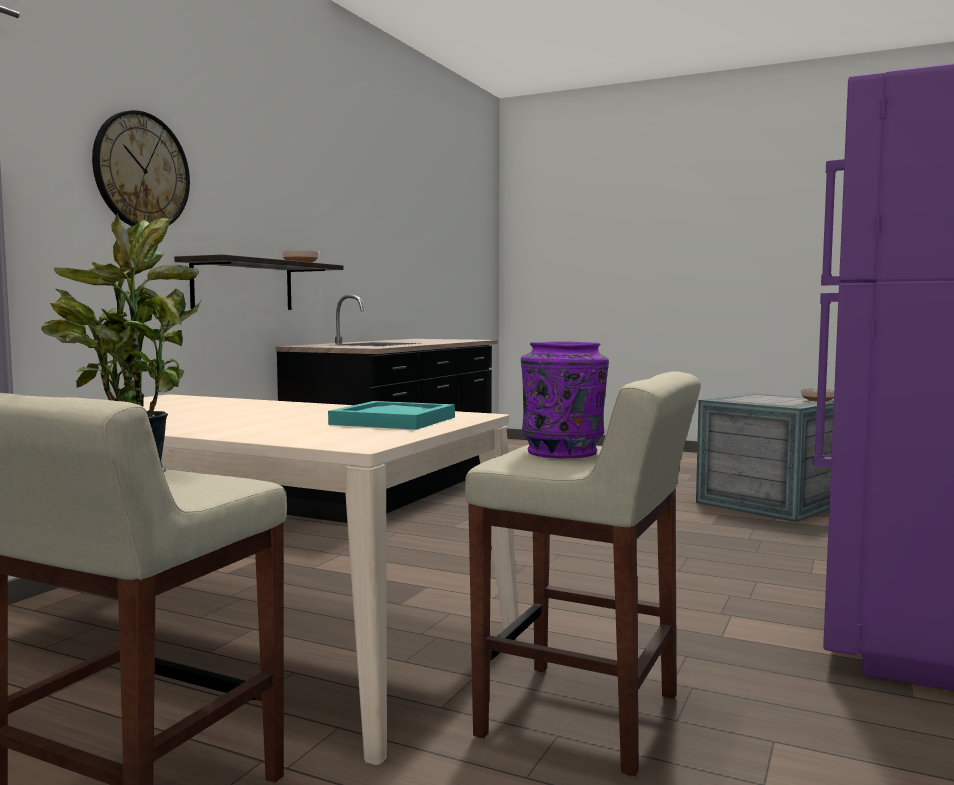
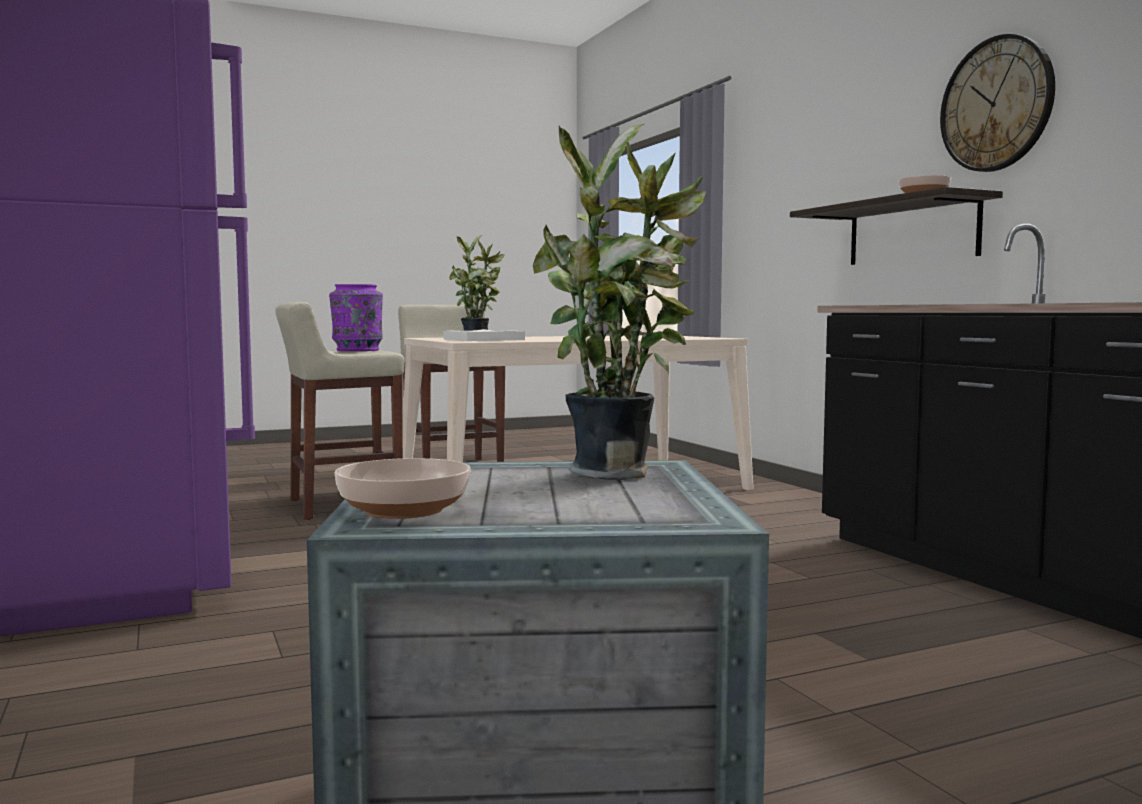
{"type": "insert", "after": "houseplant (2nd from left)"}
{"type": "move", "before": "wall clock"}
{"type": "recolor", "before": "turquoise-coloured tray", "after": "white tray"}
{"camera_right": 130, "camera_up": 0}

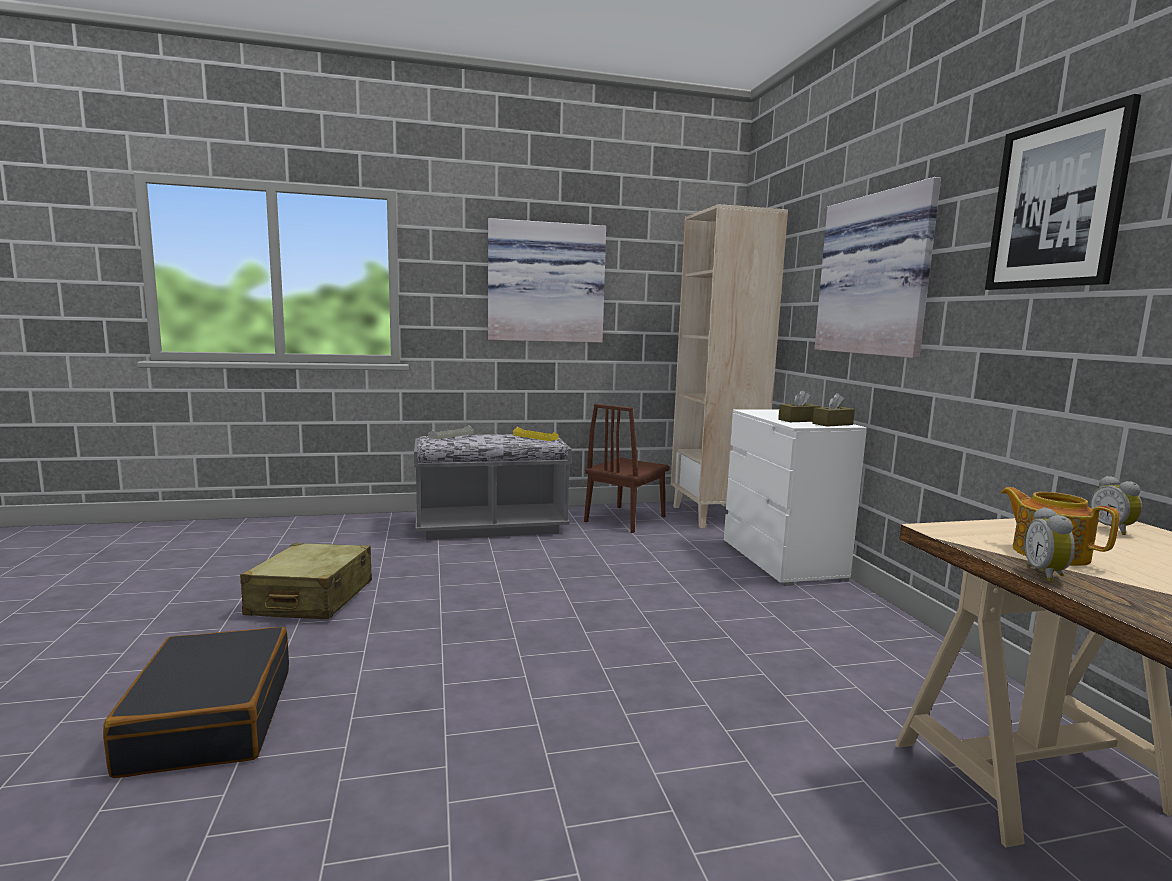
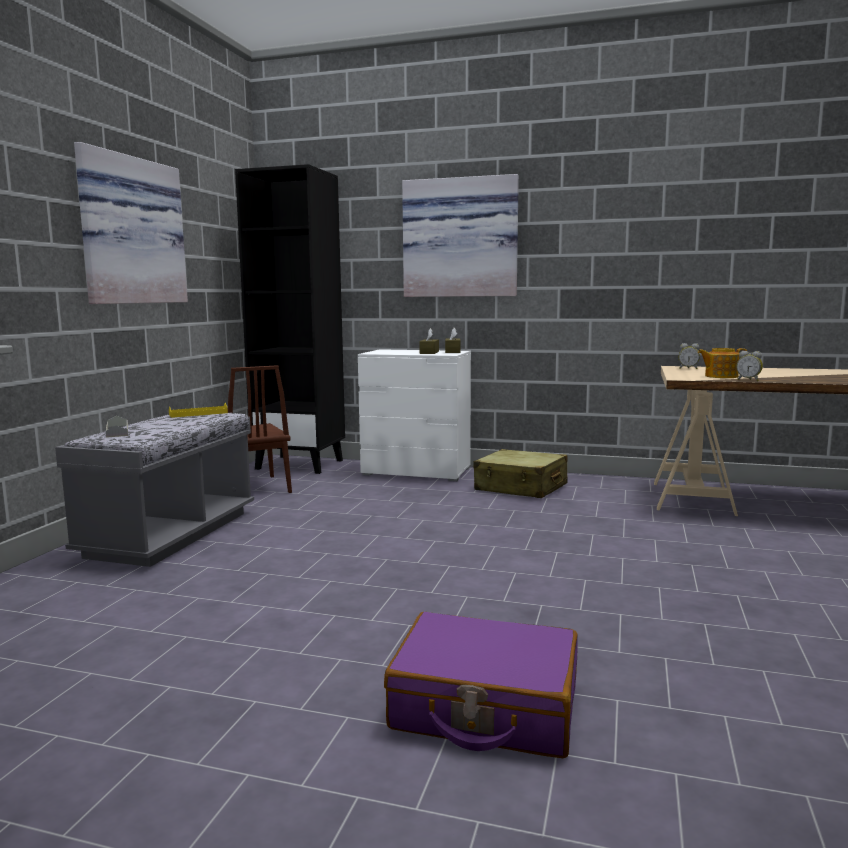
{"type": "delete", "before": "wall picture (3rd from left)"}
{"type": "move", "before": "sand-coloured suitcase"}
{"type": "recolor", "before": "blackish suitcase", "after": "purple suitcase"}
{"type": "recolor", "before": "sand-coloured bookcase", "after": "blackish bookcase"}
{"camera_right": -60, "camera_up": 0}

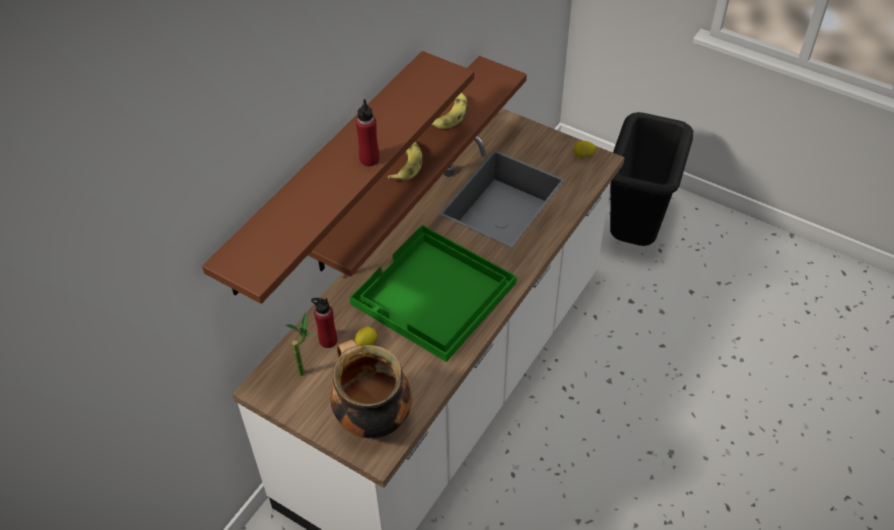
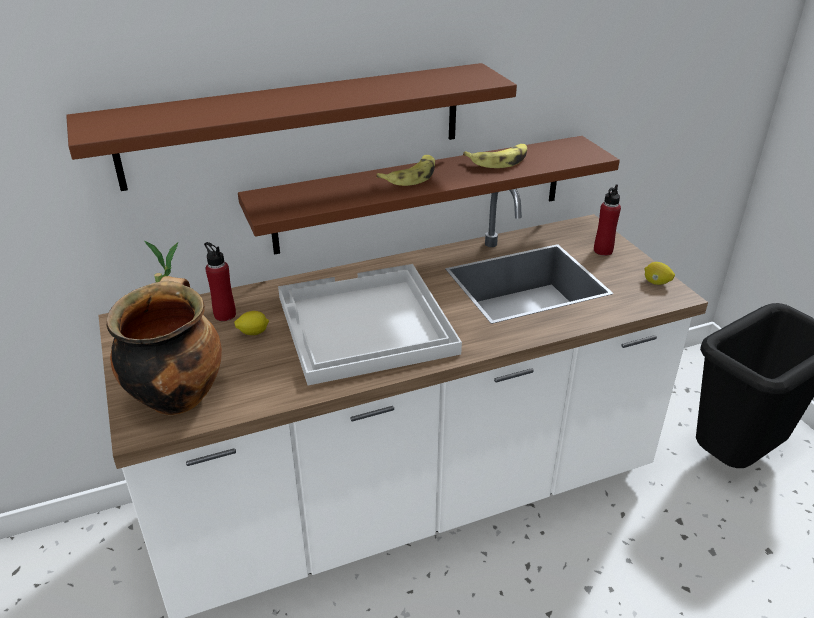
{"type": "move", "before": "reddish bottle (2nd from left)"}
{"type": "recolor", "before": "green tray", "after": "white tray"}
{"camera_right": 35, "camera_up": -15}

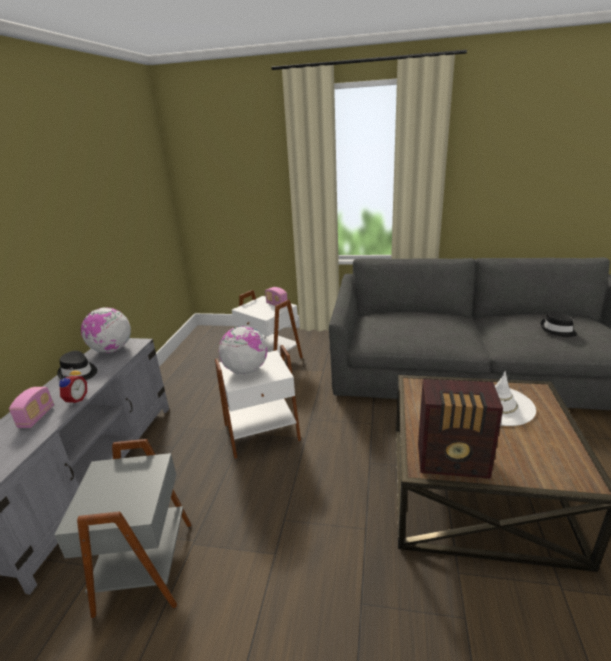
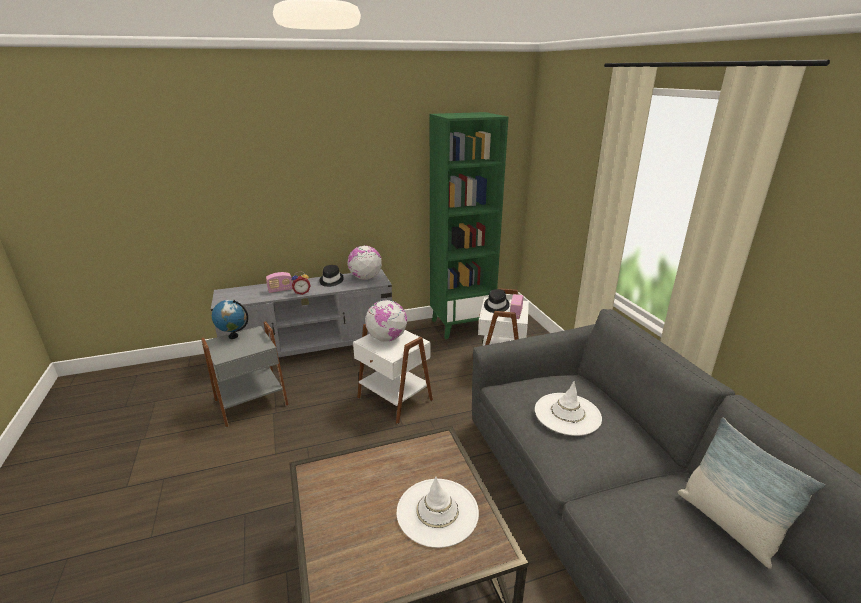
{"type": "delete", "before": "radio receiver (3rd from left)"}
{"type": "insert", "after": "globe (1st from left)"}
{"type": "insert", "after": "green bookcase"}
{"type": "insert", "after": "white clothing hat (2nd from left)"}
{"type": "insert", "after": "cushion"}
{"type": "move", "before": "blackish clothing hat (2nd from left)"}
{"camera_right": 60, "camera_up": 0}

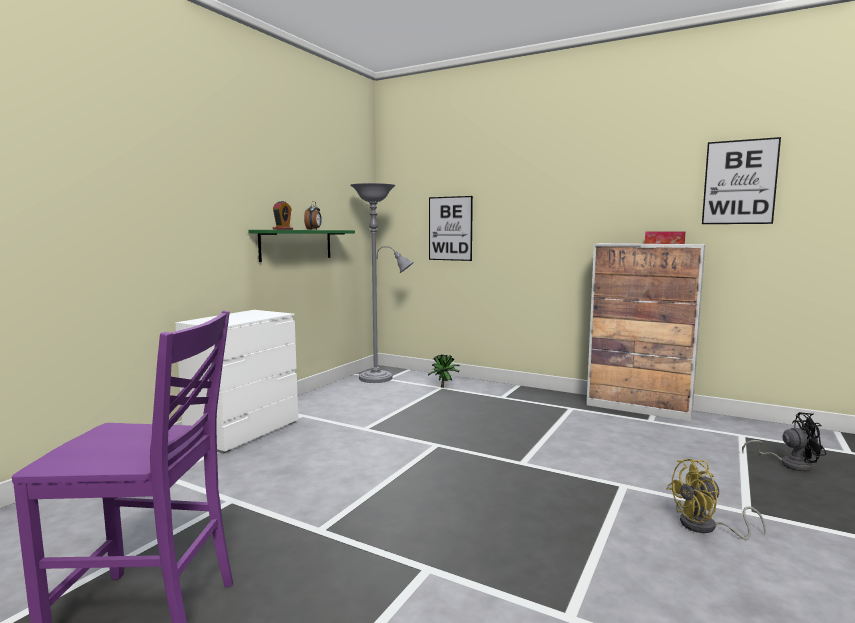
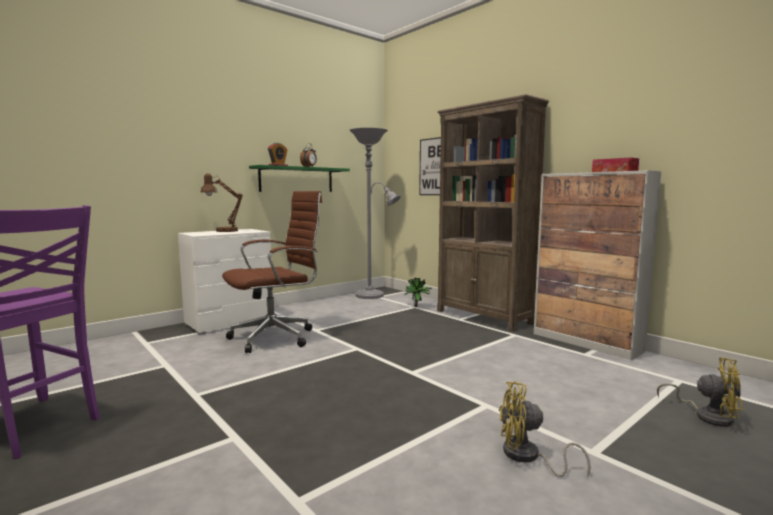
{"type": "delete", "before": "wall picture (2nd from left)"}
{"type": "insert", "after": "brown-coloured tabletop lamp"}
{"type": "insert", "after": "brown-coloured computer chair"}
{"type": "insert", "after": "brown-coloured bookcase"}
{"type": "recolor", "before": "blackish electric fan", "after": "yellowish electric fan (2nd from left)"}
{"camera_right": 20, "camera_up": 0}

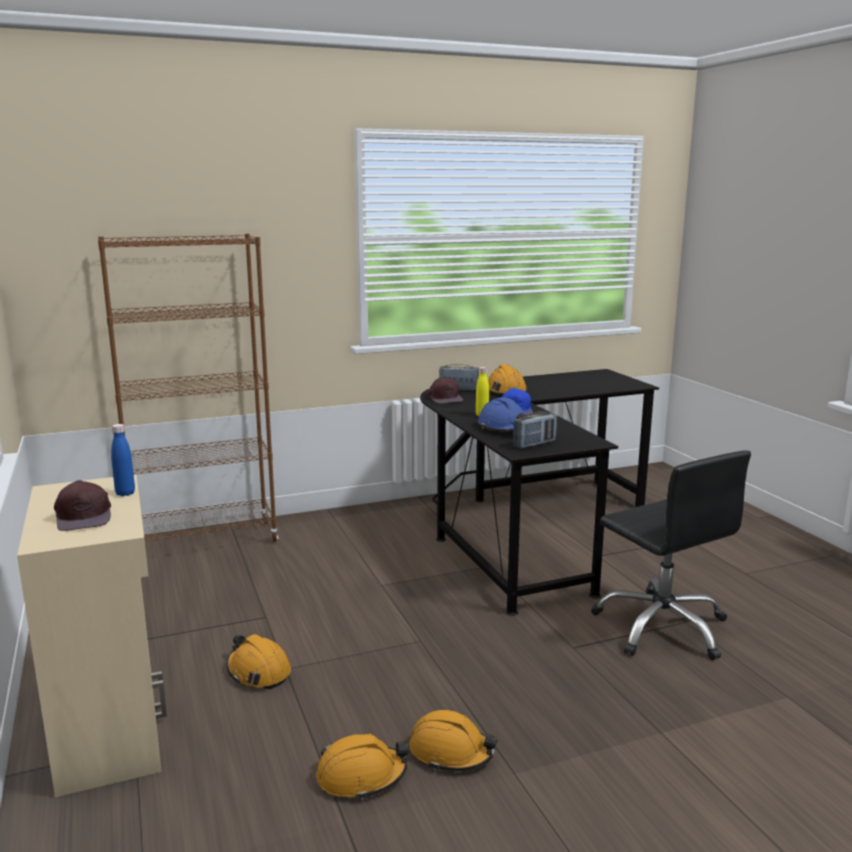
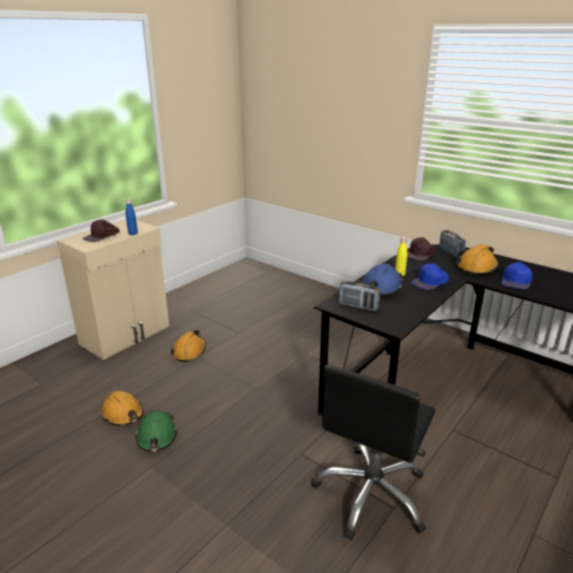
{"type": "delete", "before": "brown-coloured bookcase"}
{"type": "insert", "after": "blue-coloured baseball cap (2nd from left)"}
{"type": "recolor", "before": "orangey work helmet (3rd from left)", "after": "green work helmet"}
{"camera_right": 60, "camera_up": 10}

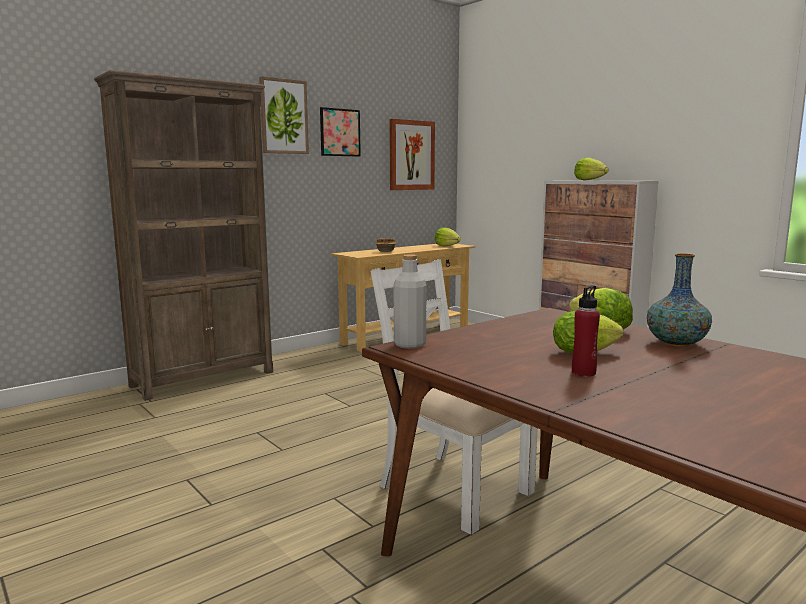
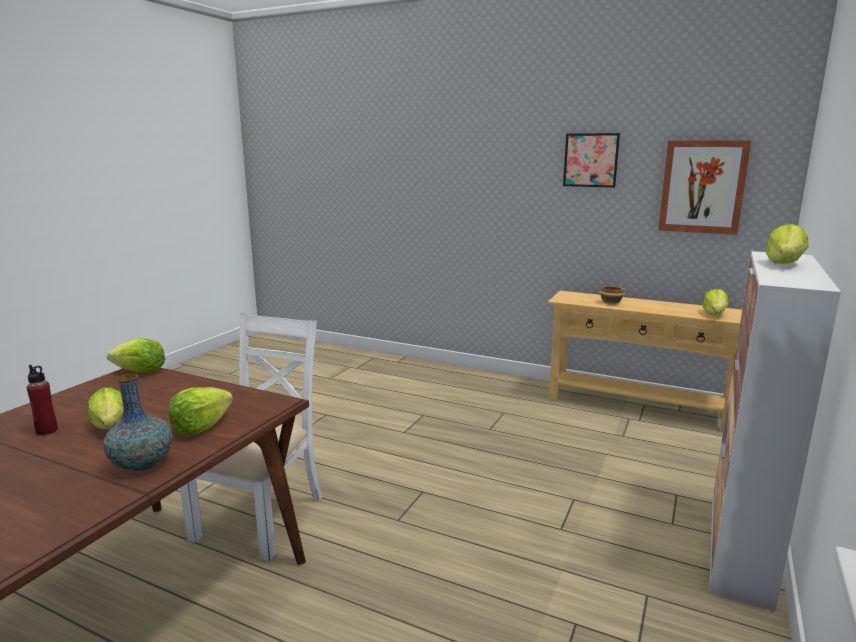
{"type": "delete", "before": "brown-coloured bookcase"}
{"type": "delete", "before": "wall picture (1st from left)"}
{"type": "replace", "before": "gray bottle", "after": "lettuce head (2nd from left)"}
{"camera_right": 65, "camera_up": 5}

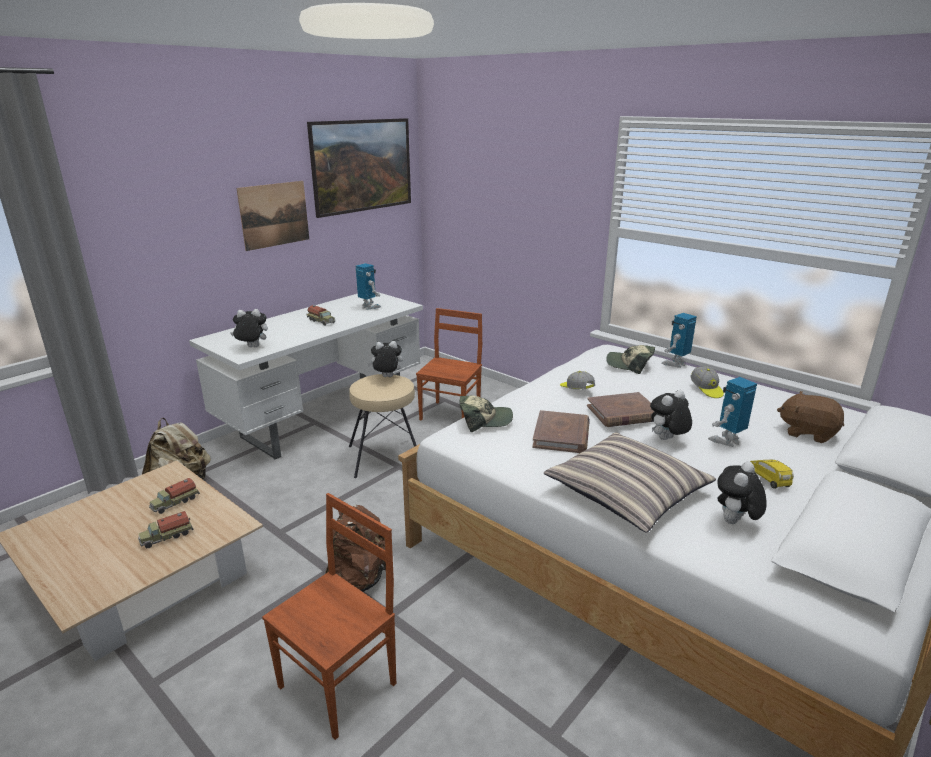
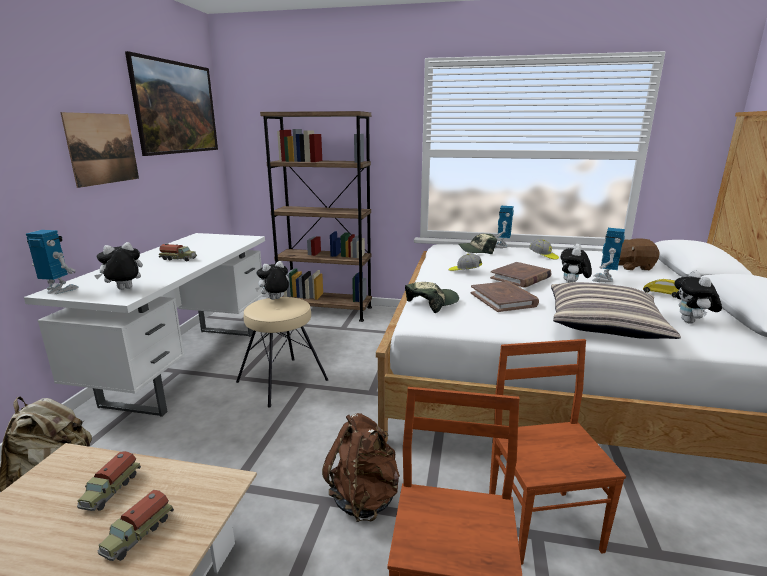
{"type": "insert", "after": "brown-coloured bookcase"}
{"type": "move", "before": "model robot (1st from left)"}
{"type": "move", "before": "brown-coloured chair (2nd from left)"}
{"camera_right": -30, "camera_up": -5}

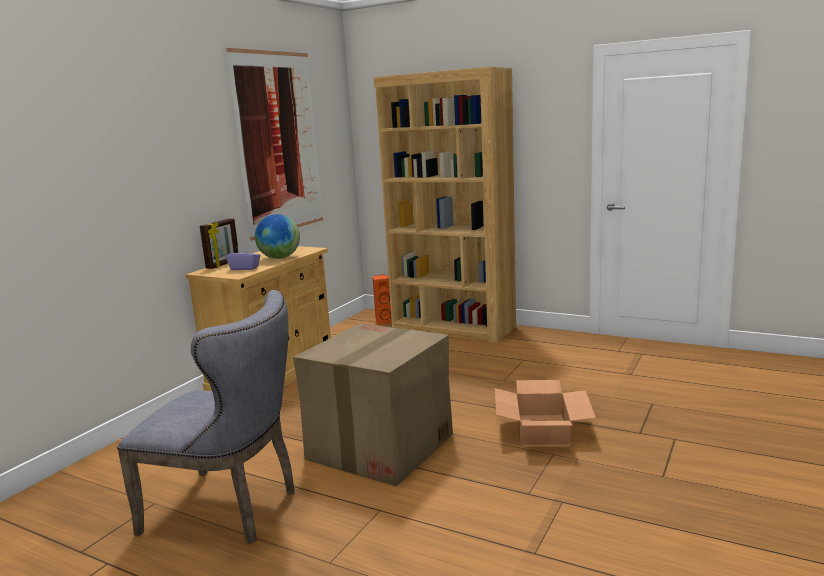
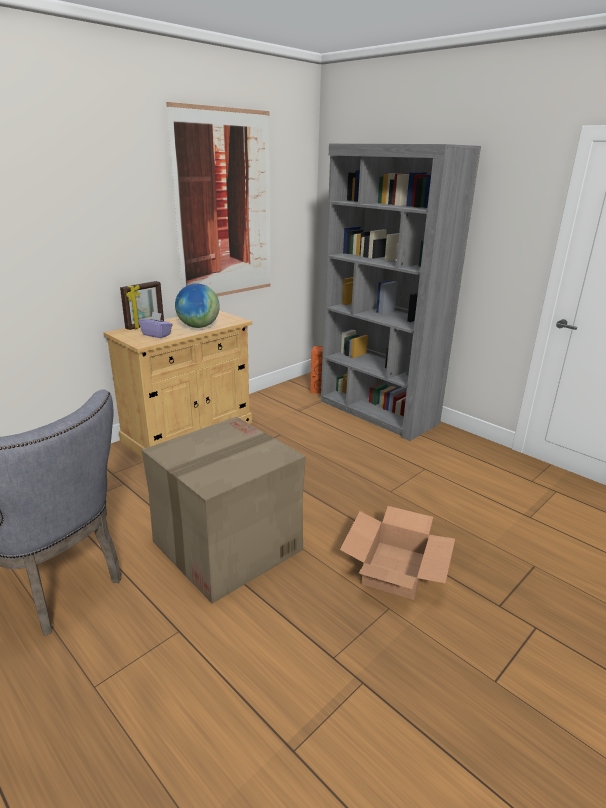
{"type": "recolor", "before": "brown-coloured bookcase", "after": "gray bookcase"}
{"camera_right": 15, "camera_up": 10}

